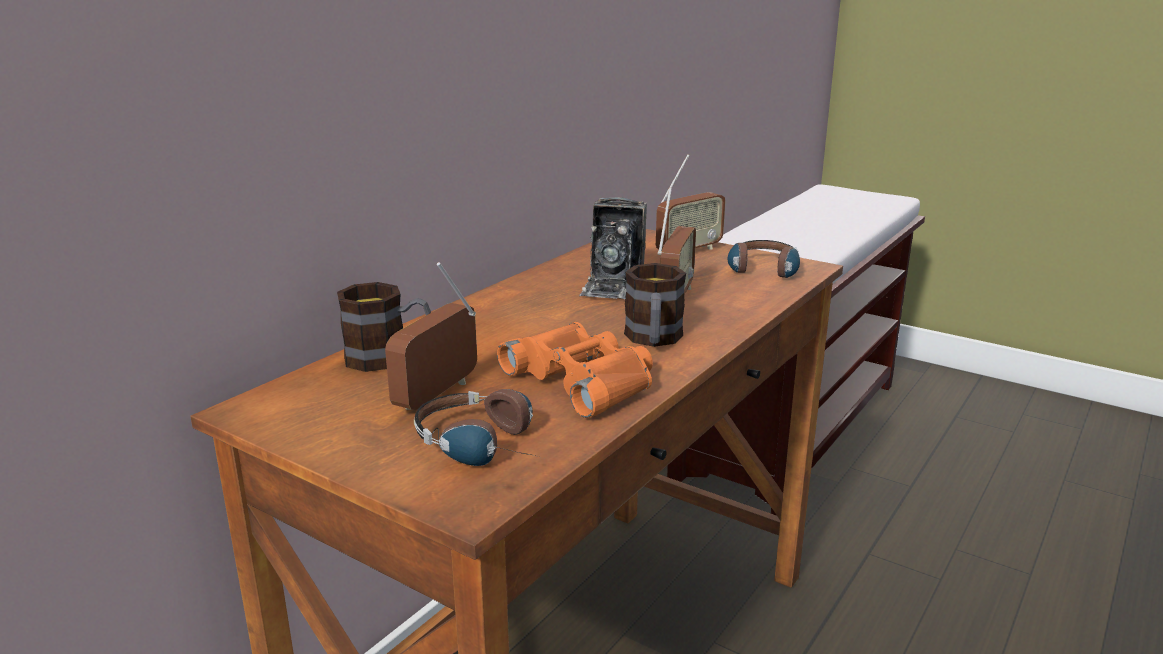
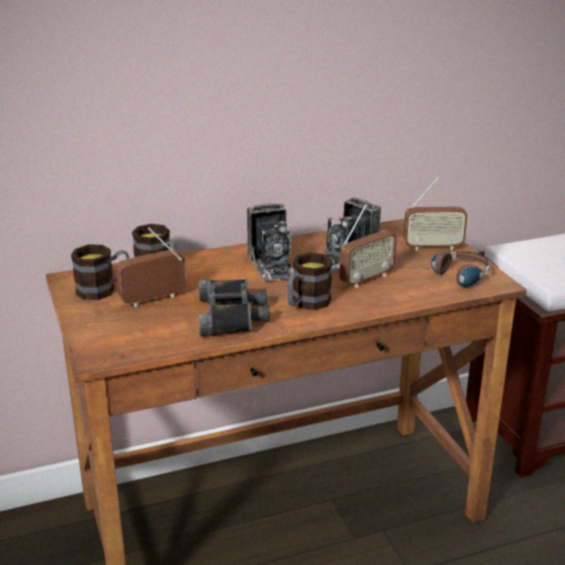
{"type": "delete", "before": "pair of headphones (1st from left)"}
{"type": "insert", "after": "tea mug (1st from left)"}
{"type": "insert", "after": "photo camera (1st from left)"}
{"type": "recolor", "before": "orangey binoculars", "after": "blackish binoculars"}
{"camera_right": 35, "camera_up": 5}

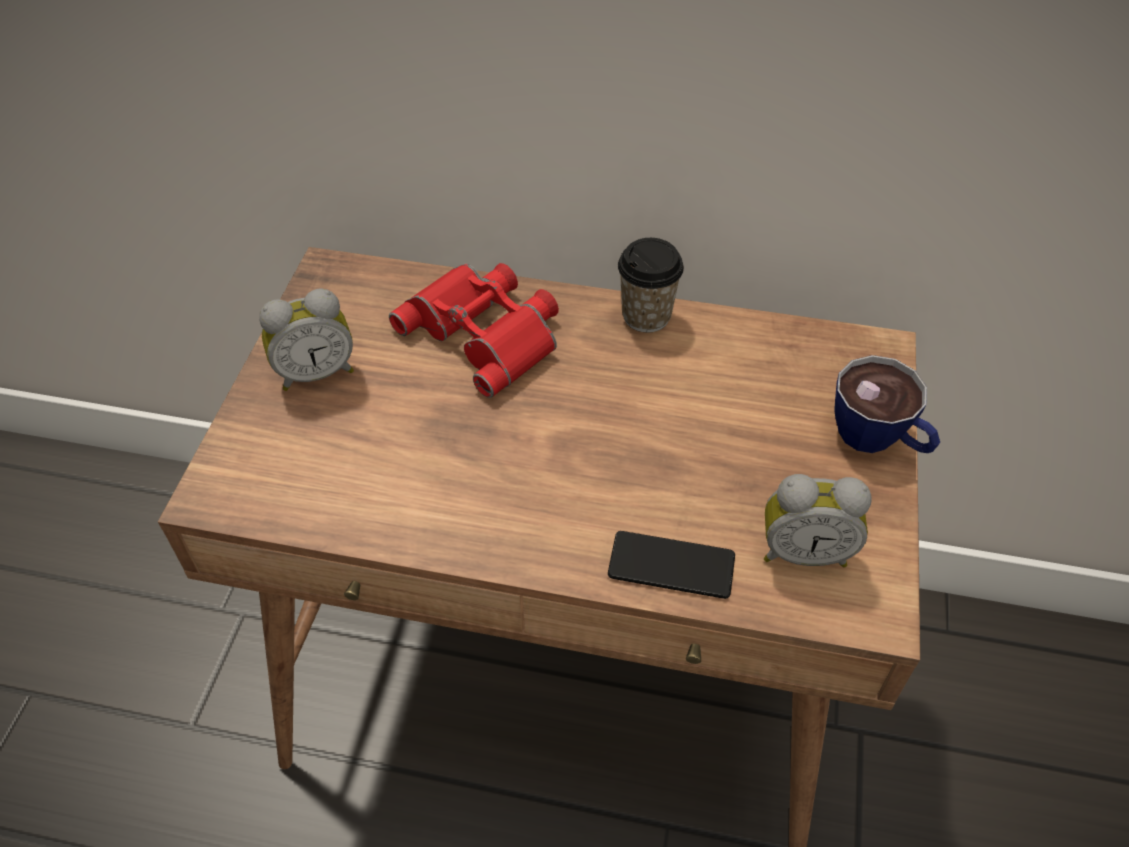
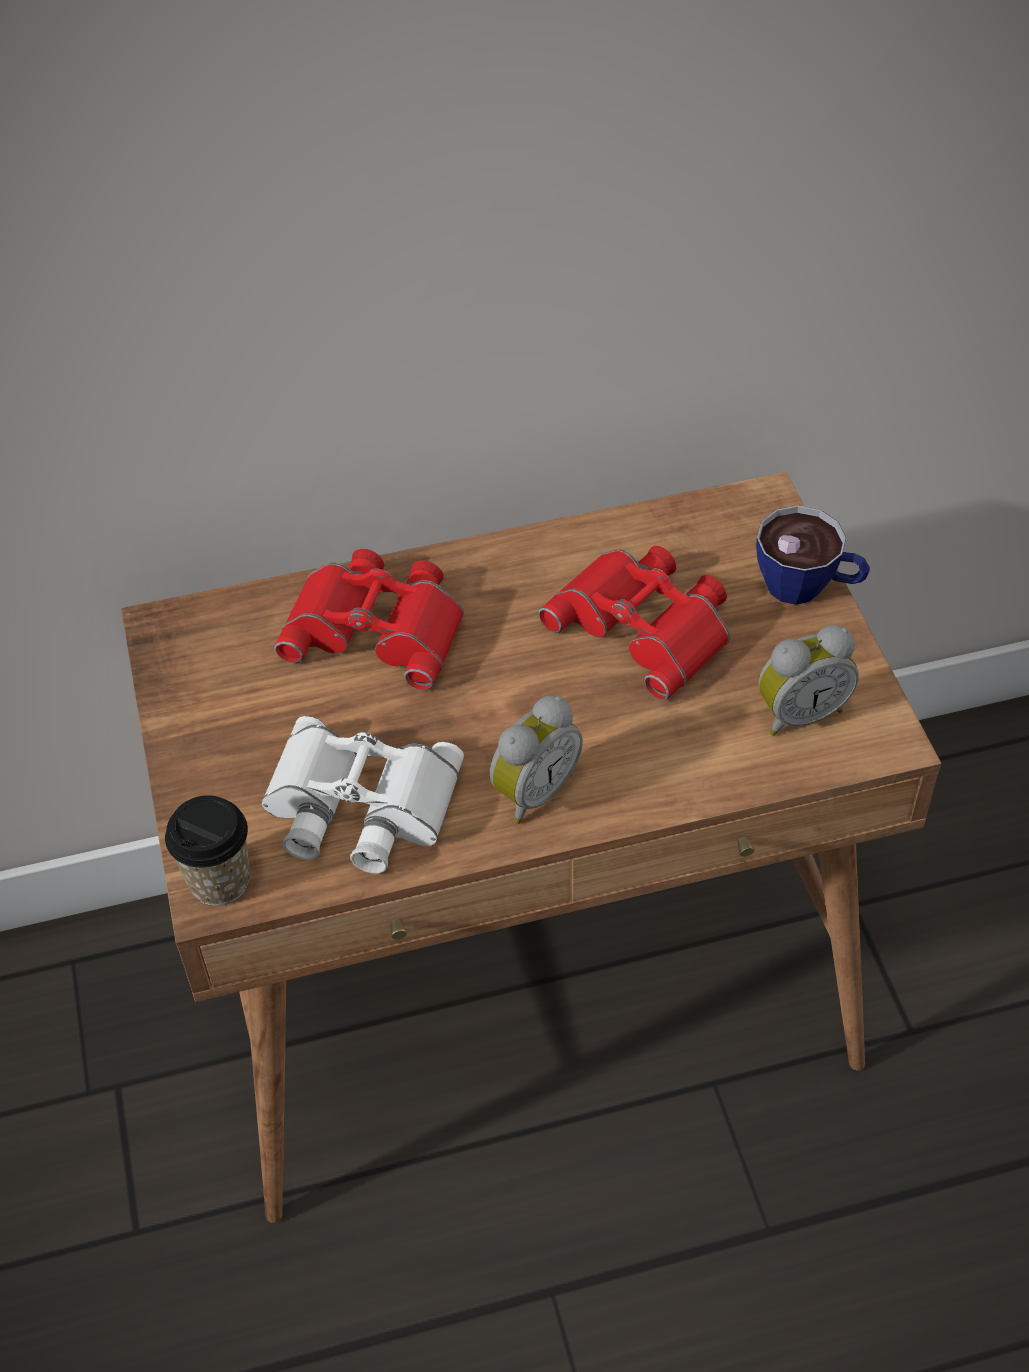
{"type": "delete", "before": "handset"}
{"type": "insert", "after": "white binoculars"}
{"type": "insert", "after": "reddish binoculars (2nd from left)"}
{"type": "move", "before": "table clock (1st from left)"}
{"type": "move", "before": "drinking cup (1st from left)"}
{"camera_right": -25, "camera_up": 0}

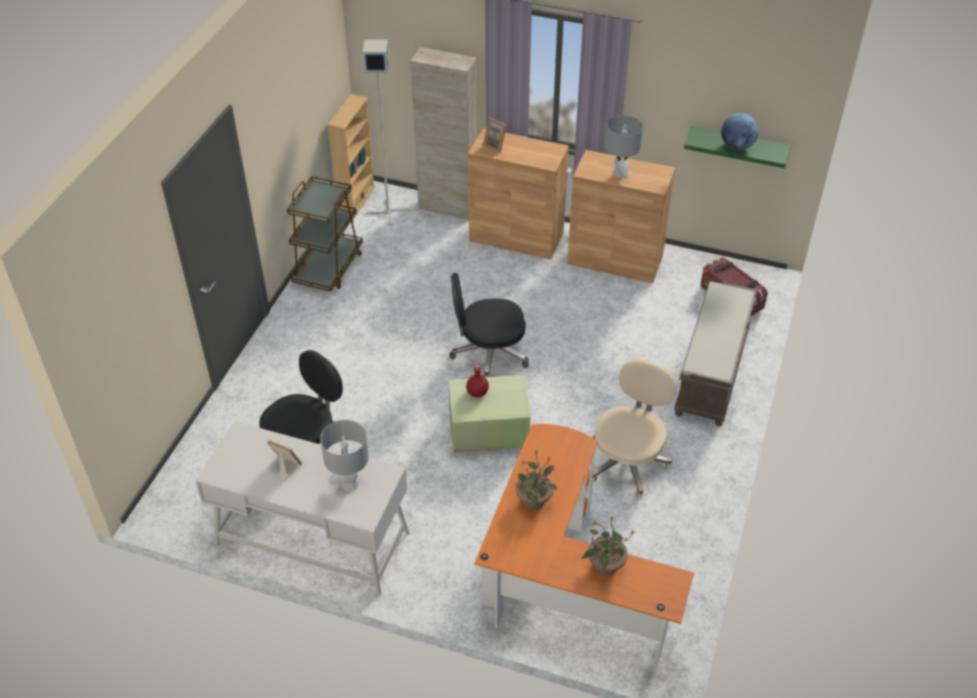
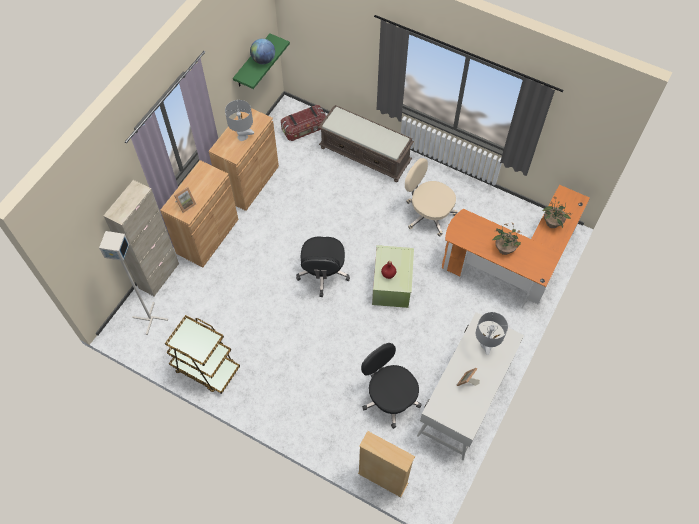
{"type": "move", "before": "sand-coloured bookcase"}
{"camera_right": -80, "camera_up": 15}

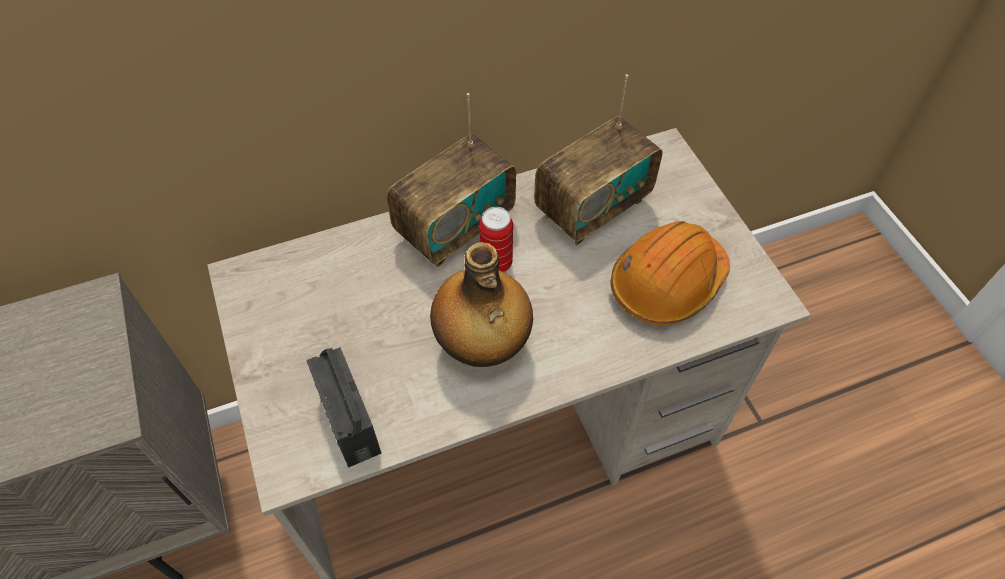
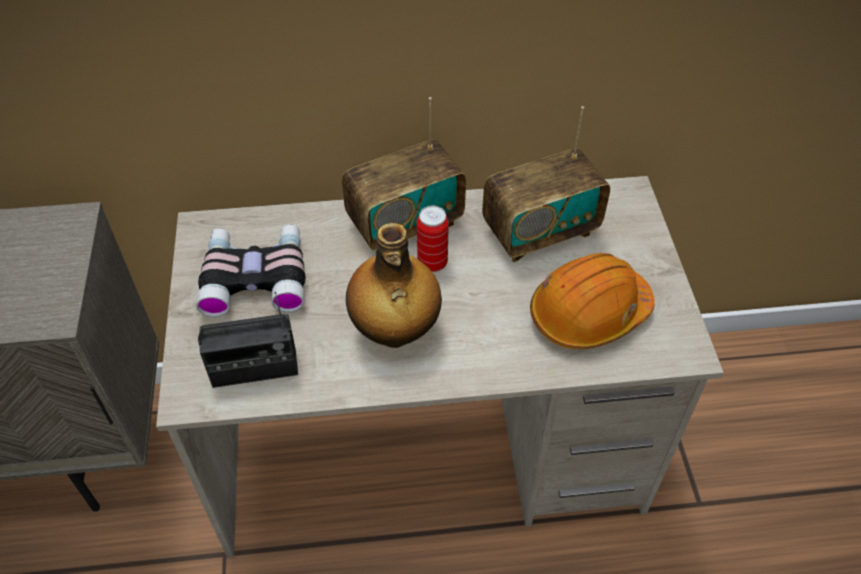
{"type": "insert", "after": "binoculars"}
{"type": "rotate", "before": "radio receiver (1st from left)", "turn": -90}
{"camera_right": 15, "camera_up": -5}

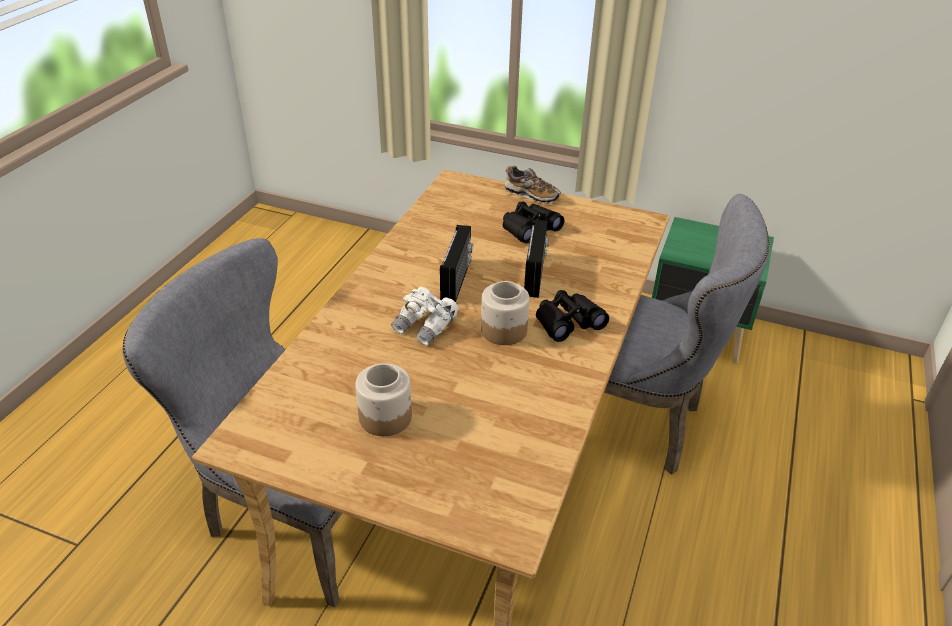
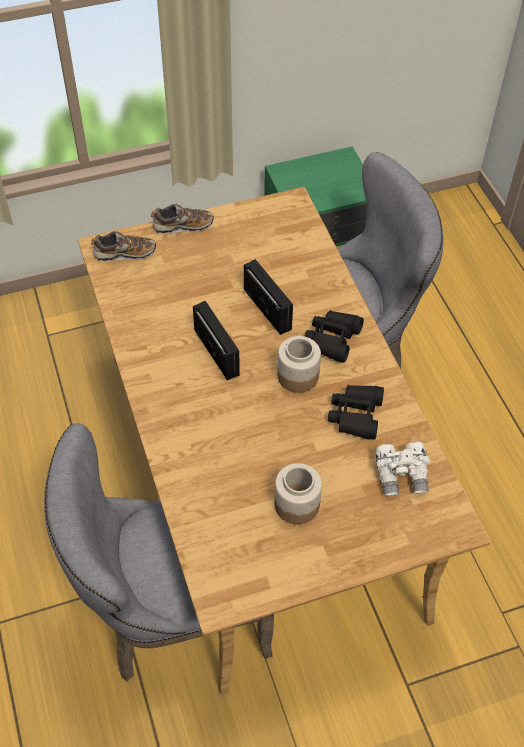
{"type": "insert", "after": "item of footwear (1st from left)"}
{"type": "move", "before": "white binoculars"}
{"type": "move", "before": "blackish binoculars (1st from left in the first image)", "after": "blackish binoculars (2nd from left)"}
{"camera_right": -40, "camera_up": 15}

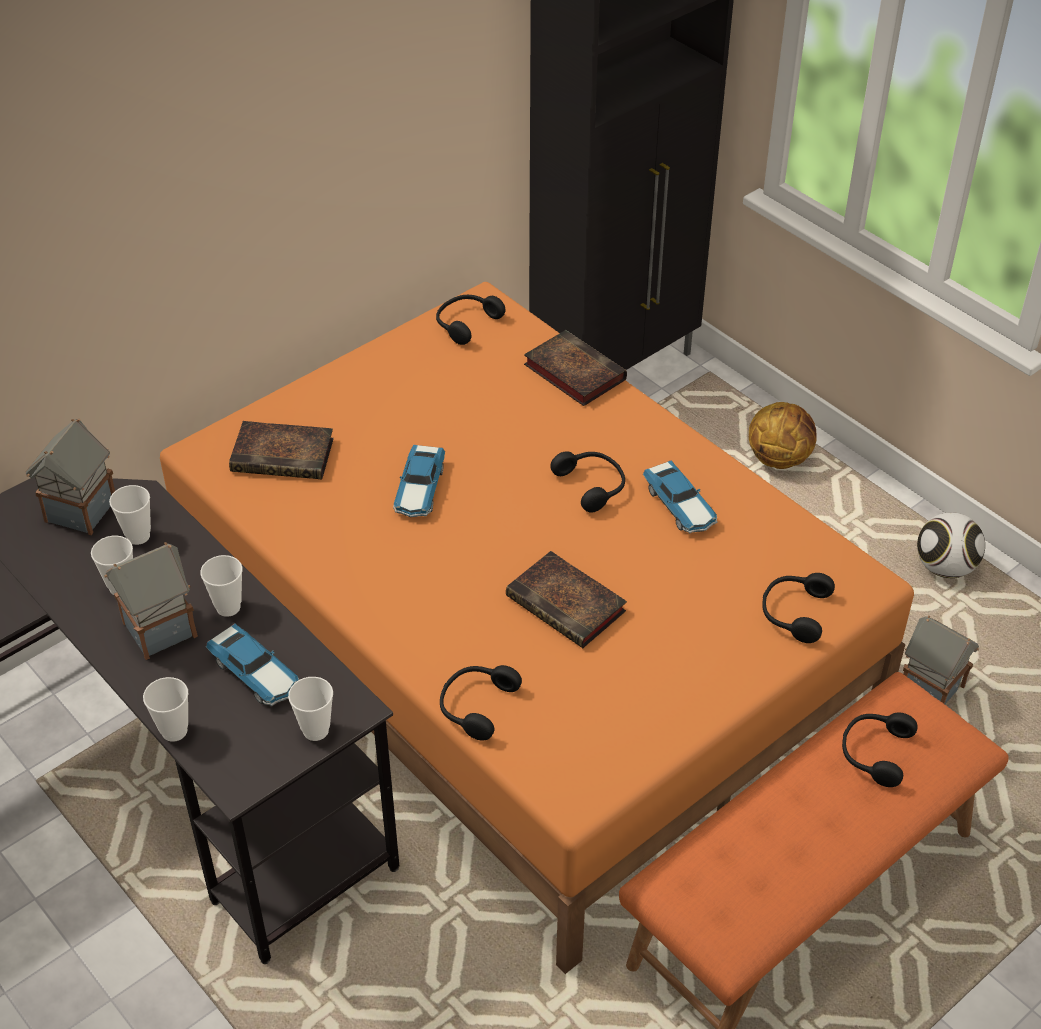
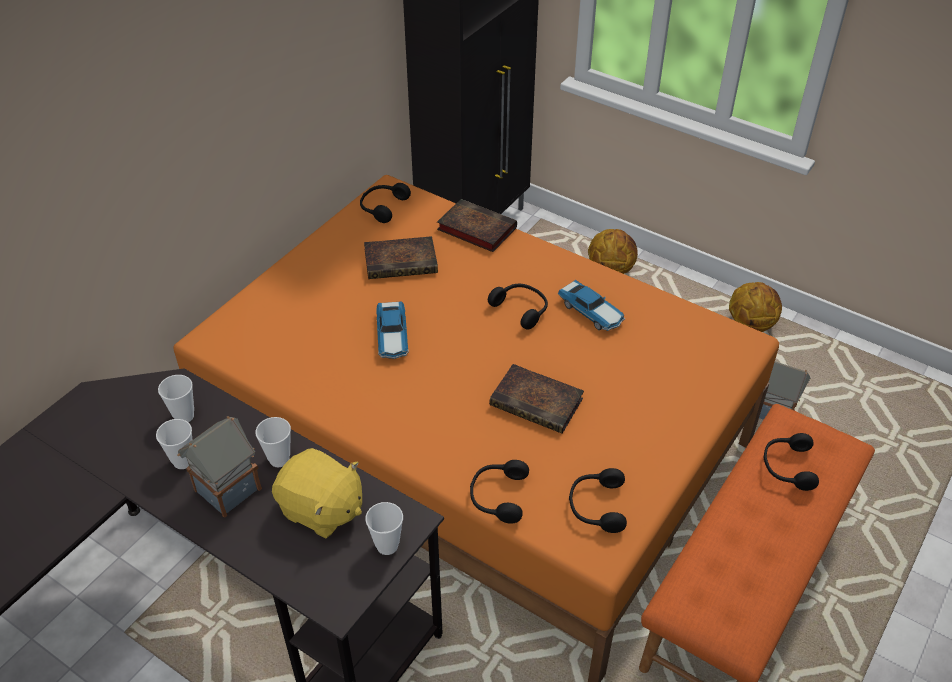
{"type": "delete", "before": "model house (1st from left)"}
{"type": "delete", "before": "drinking cup (3rd from left)"}
{"type": "move", "before": "volume (1st from left)"}
{"type": "move", "before": "blackish pair of headphones (4th from left)"}
{"type": "replace", "before": "miniature car (1st from left)", "after": "yellowish cuddly toy"}
{"type": "replace", "before": "ball for football", "after": "ball for basketball (2nd from left)"}
{"camera_right": -15, "camera_up": 0}

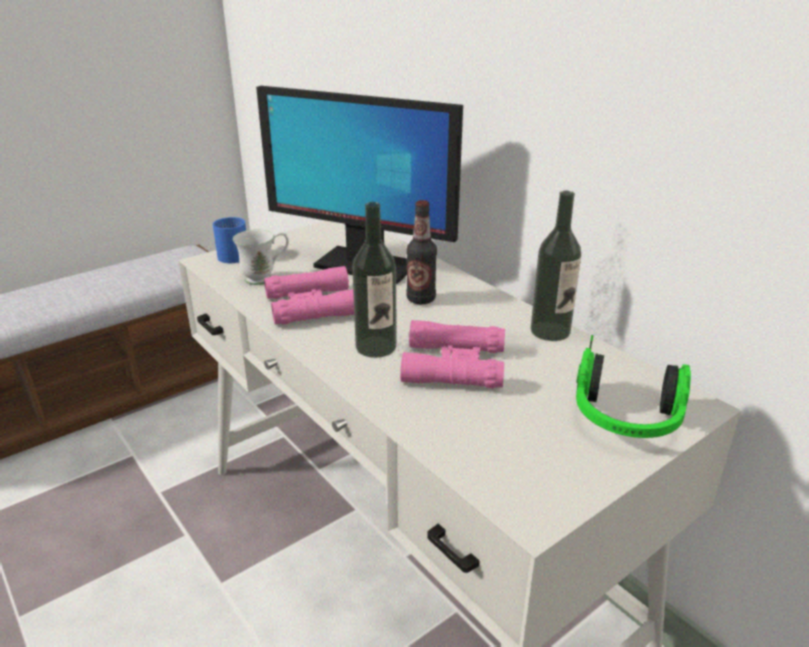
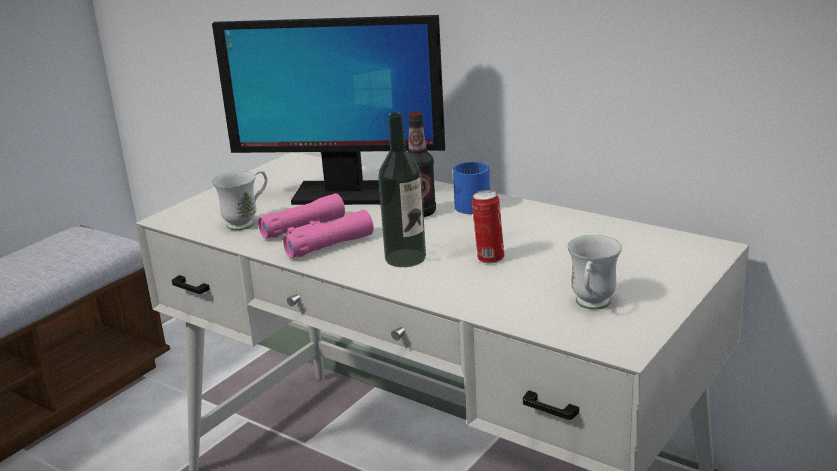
{"type": "delete", "before": "bottle (3rd from left)"}
{"type": "delete", "before": "pair of headphones"}
{"type": "insert", "after": "white tea mug (2nd from left)"}
{"type": "move", "before": "blue-coloured tea mug"}
{"type": "replace", "before": "pinkish binoculars (2nd from left)", "after": "sealed can"}
{"camera_right": -15, "camera_up": -5}

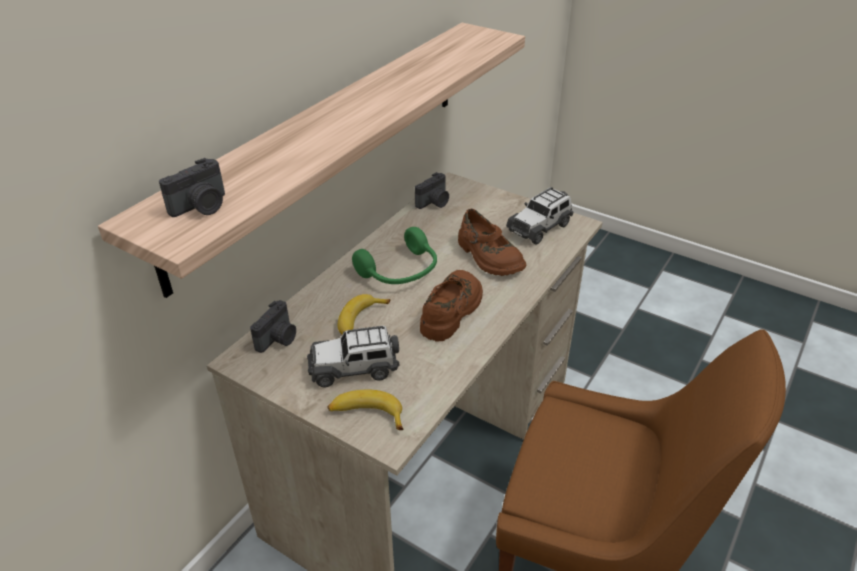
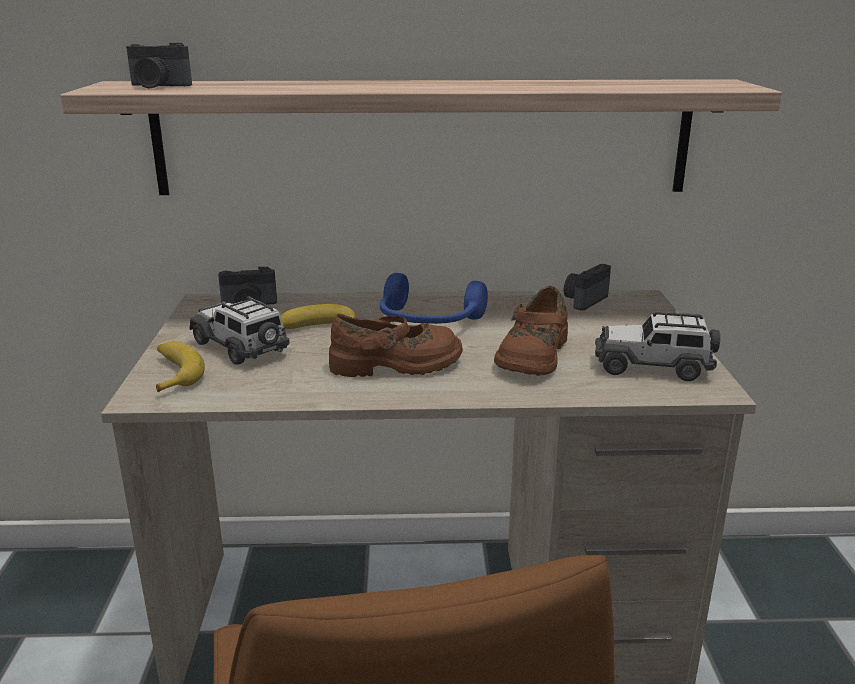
{"type": "recolor", "before": "green pair of headphones", "after": "blue-coloured pair of headphones"}
{"type": "rotate", "before": "photo camera (3rd from left)", "turn": 120}
{"camera_right": 55, "camera_up": -15}

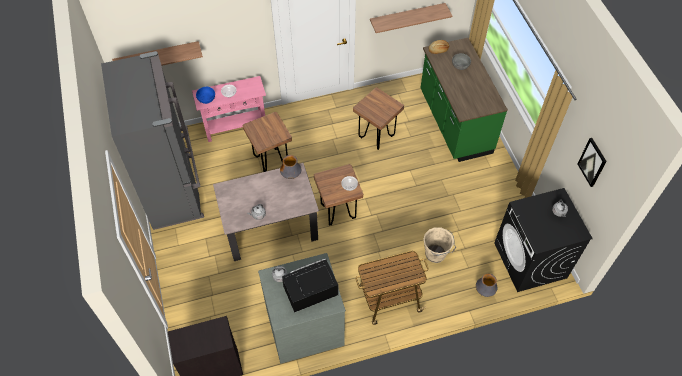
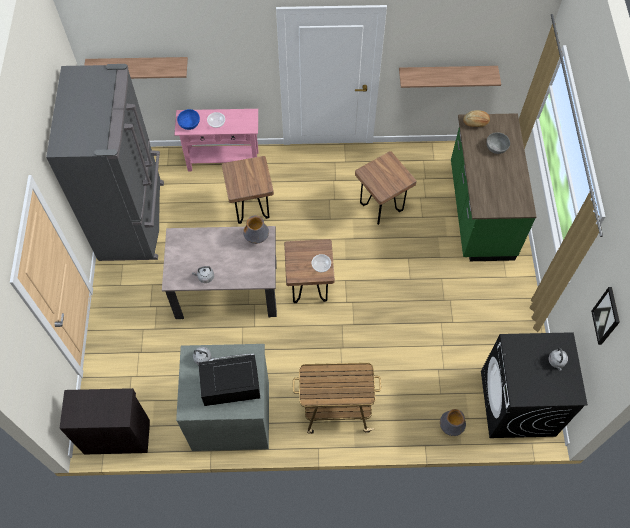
{"type": "delete", "before": "sand-coloured bucket"}
{"camera_right": 15, "camera_up": 5}

